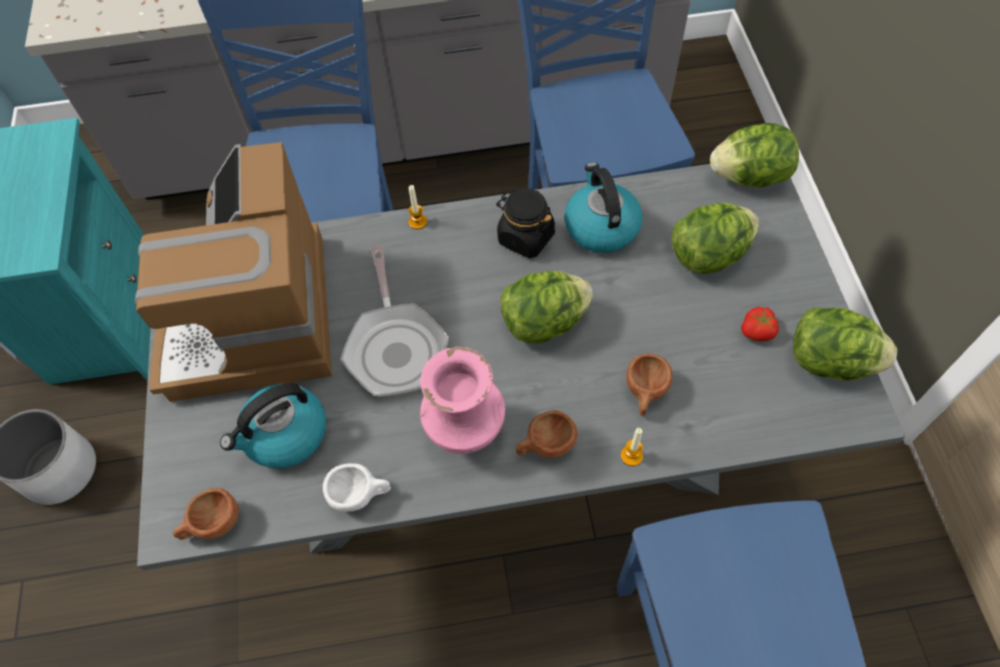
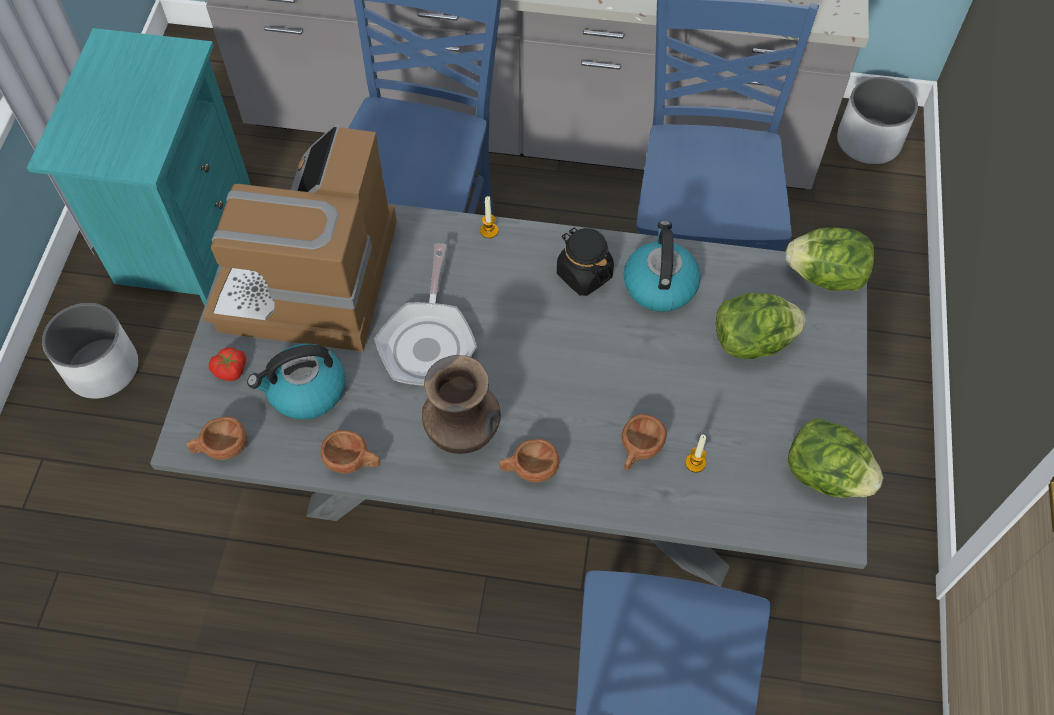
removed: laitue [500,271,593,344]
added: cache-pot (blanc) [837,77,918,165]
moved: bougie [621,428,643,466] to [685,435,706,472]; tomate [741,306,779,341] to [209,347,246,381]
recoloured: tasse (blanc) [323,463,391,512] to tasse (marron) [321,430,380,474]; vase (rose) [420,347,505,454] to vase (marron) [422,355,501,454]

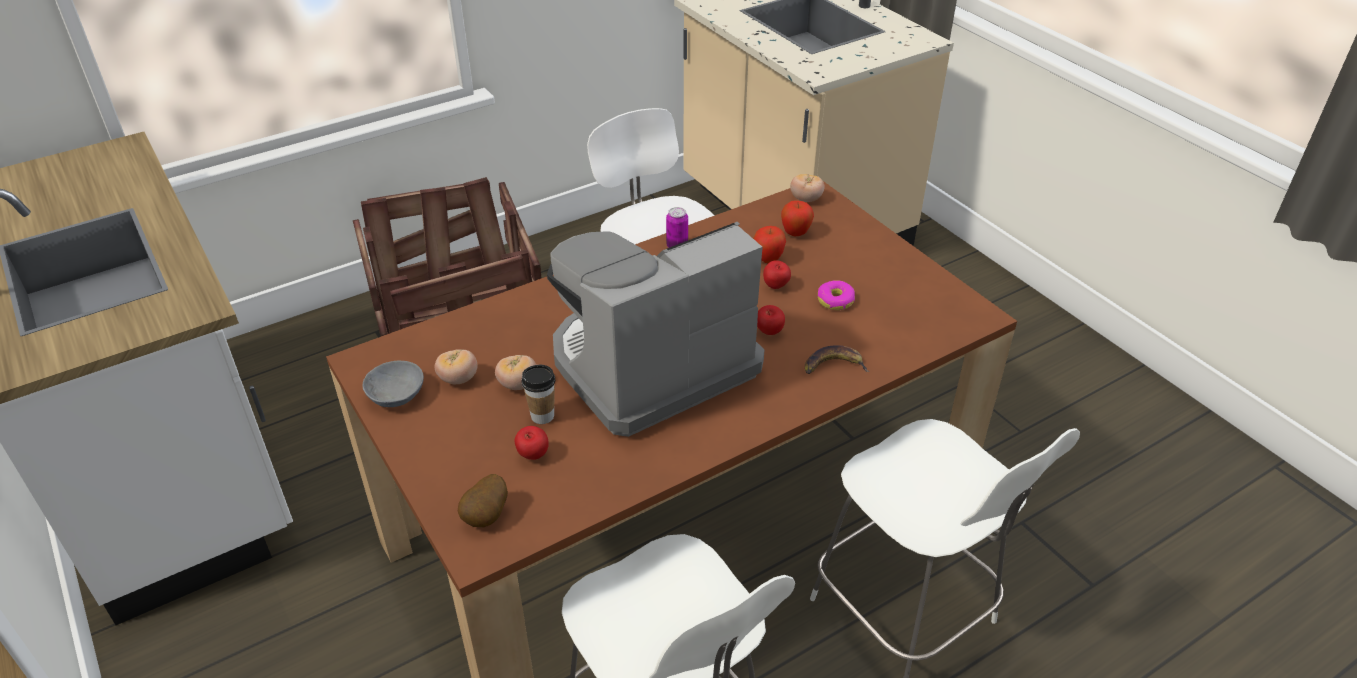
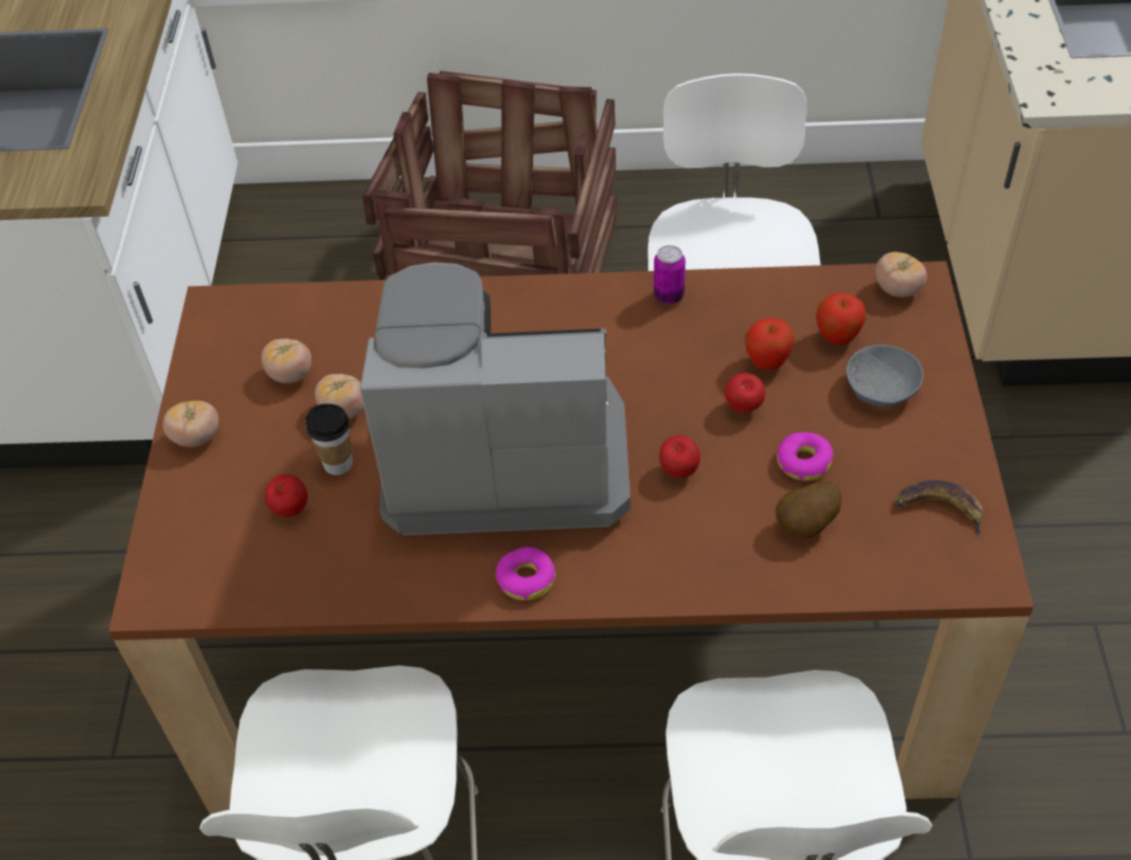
added: tomate [163,401,219,447]; beignet [496,547,555,600]
moved: bol (gris) [363,361,424,407] to [846,345,924,407]; pomme de terre [458,474,508,527] to [776,481,842,539]; banane [805,346,870,374] to [894,480,983,539]

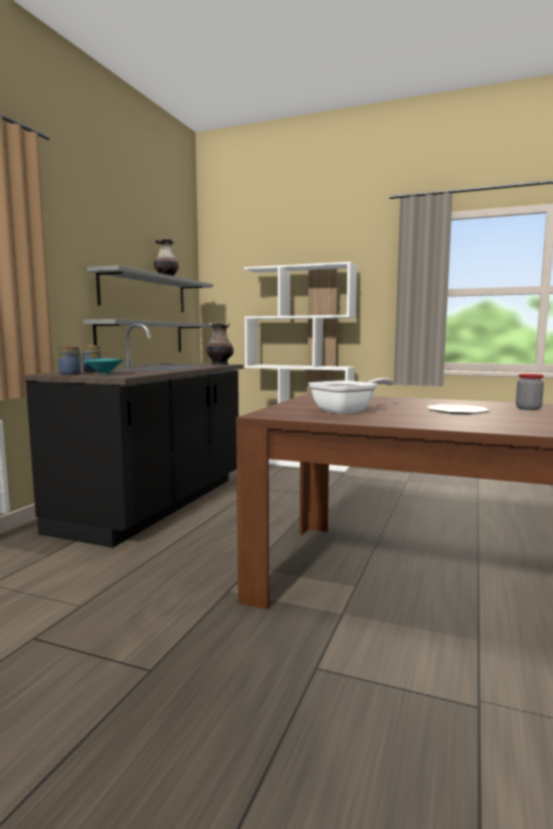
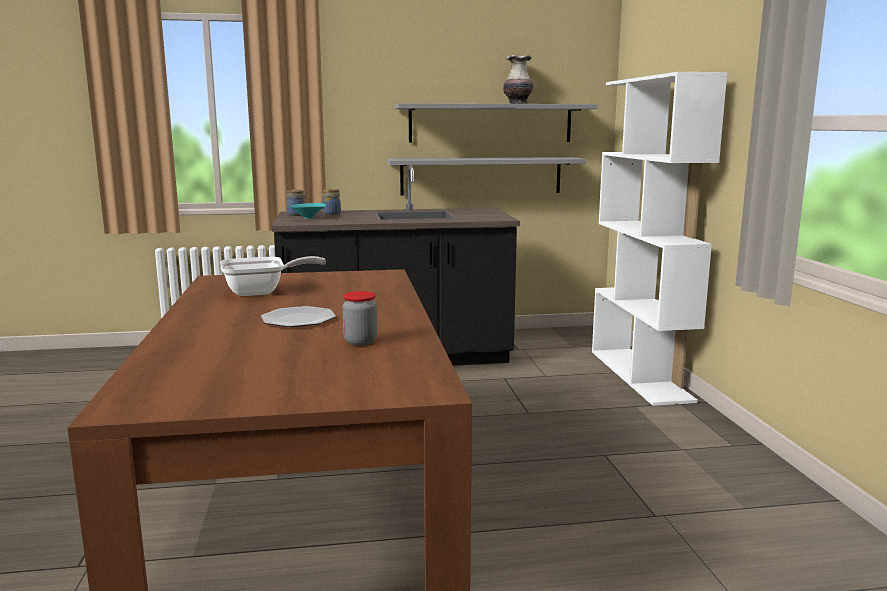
removed: vase [206,322,234,365]
turned: poêle [308,378,394,414] = [220,256,326,296] 45 degrees counterclockwise

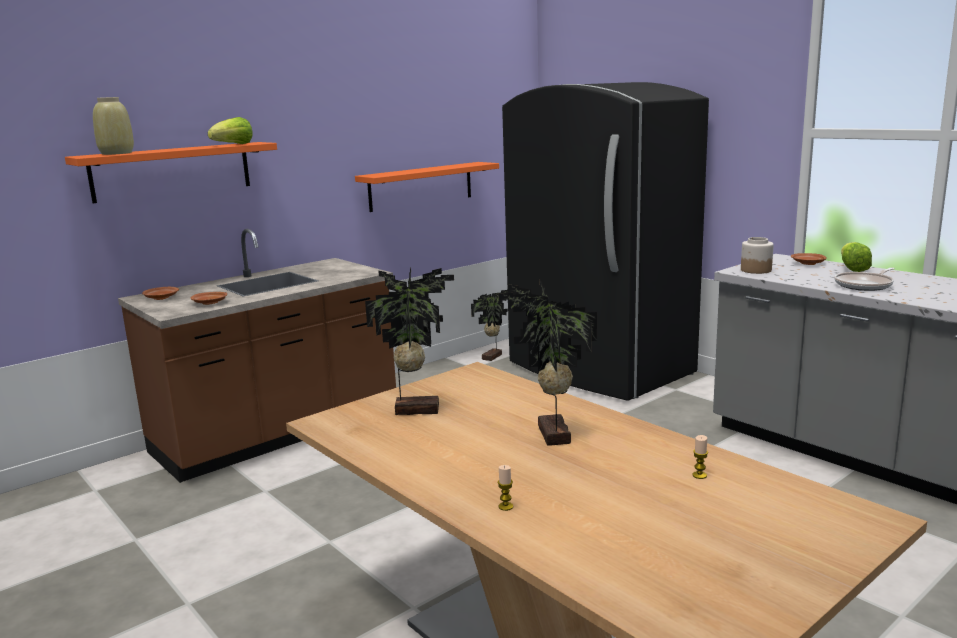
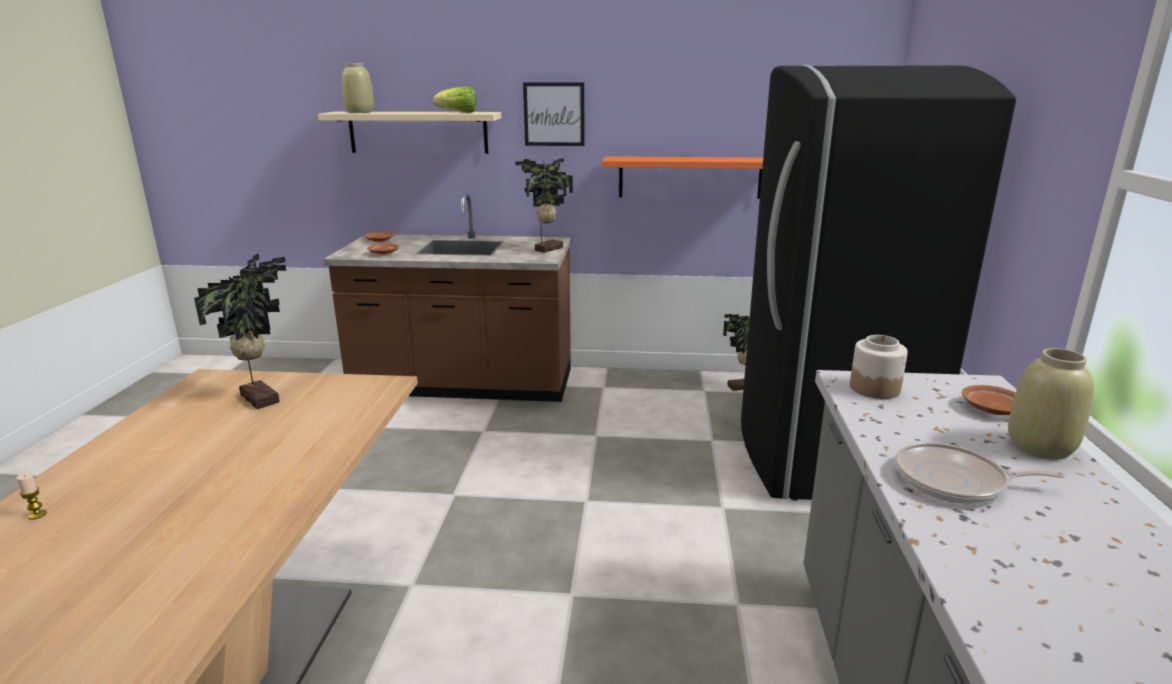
removed: bougie [692,435,708,479]
added: tableau [523,82,584,146]
moved: plante en pot [498,280,597,446] to [515,158,573,253]
replaced: laitue [841,242,872,272] to vase (beige) [1008,348,1094,460]
recoloured: étagère (orange) [65,142,277,203] to étagère (beige) [318,112,501,154]

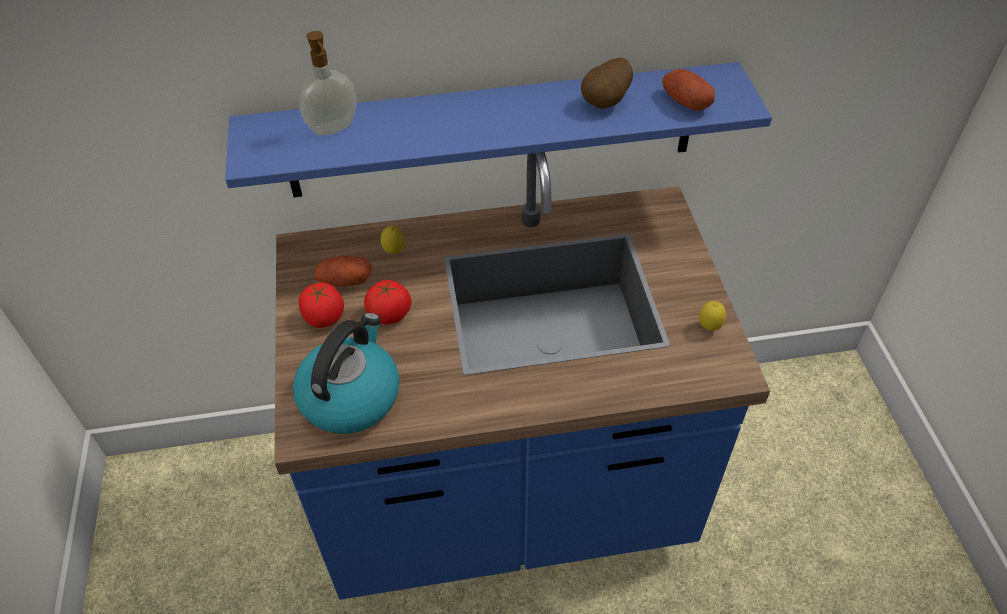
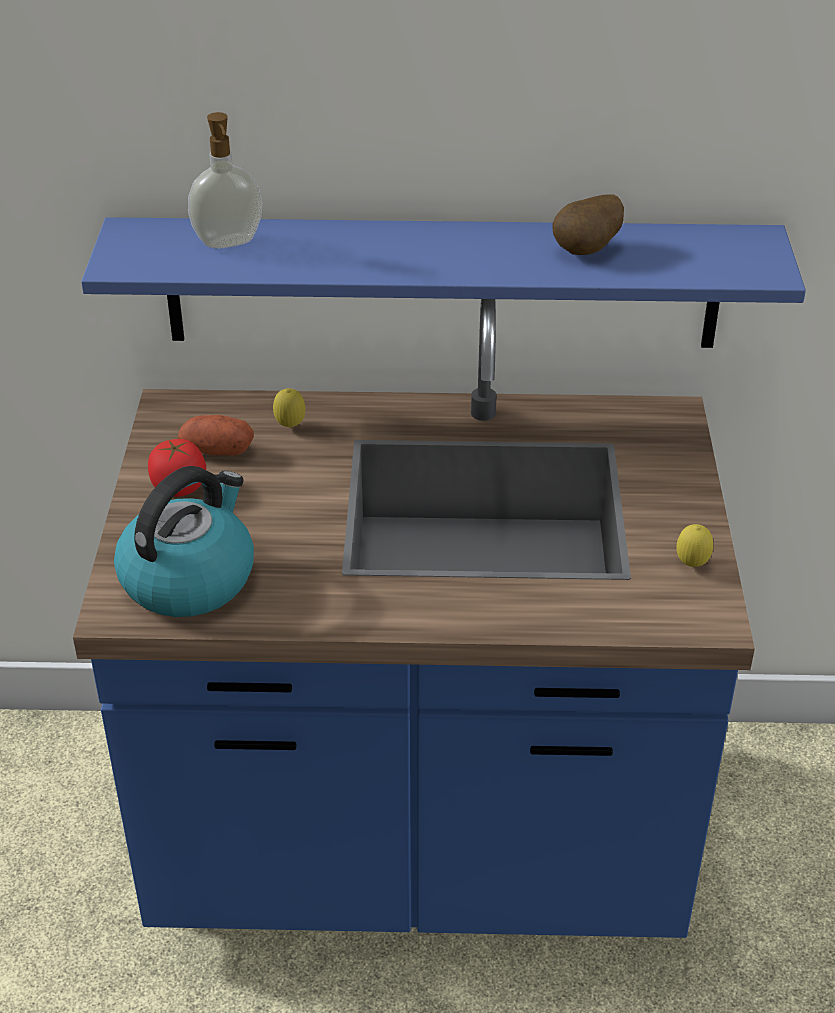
removed: tomate [364,280,412,324]; pomme de terre [662,69,715,111]

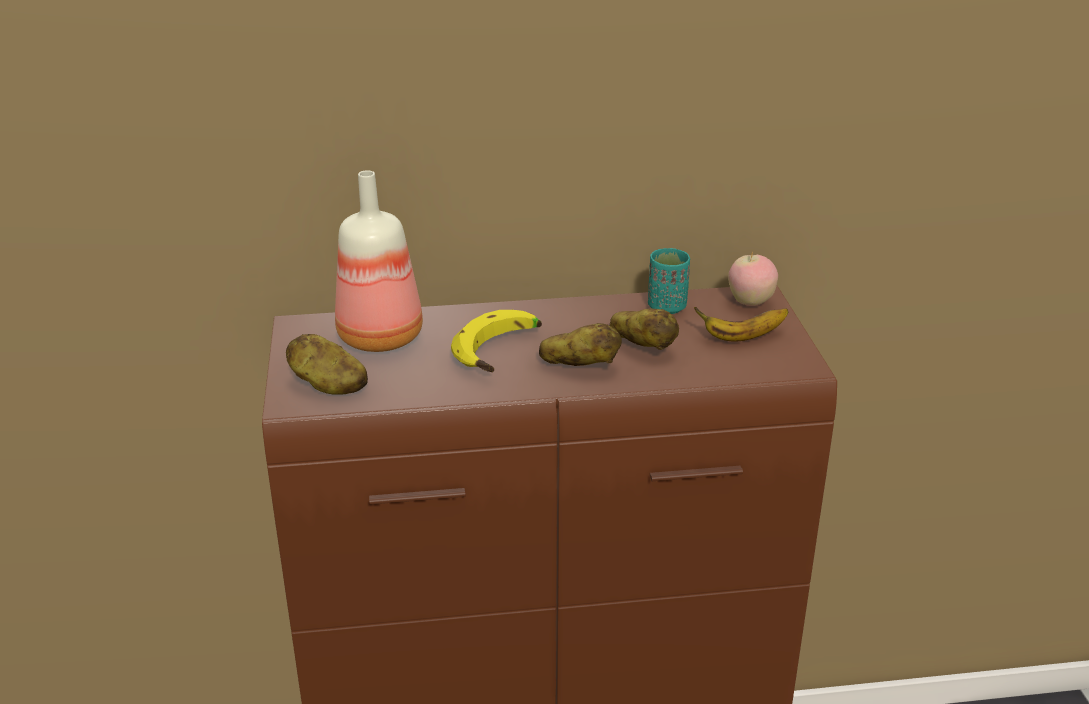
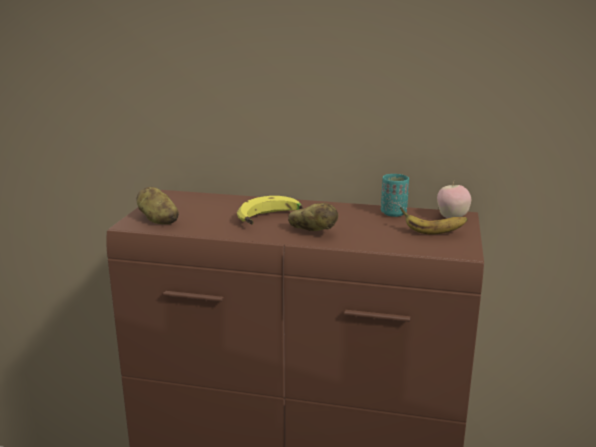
removed: bouteille [335,170,423,352]; pomme de terre [610,308,679,350]

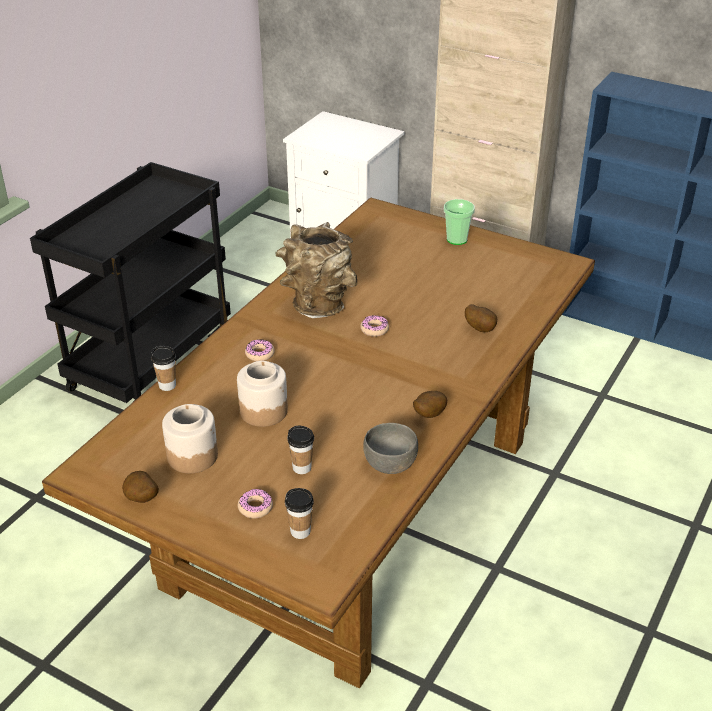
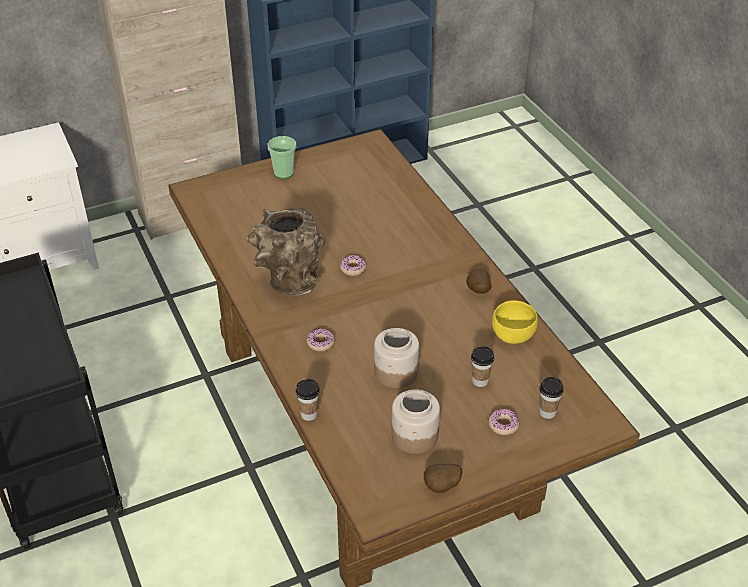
removed: pomme de terre [465,304,497,332]
recoloured: bol (gris) [363,423,418,474] to bol (jaune) [492,300,538,344]

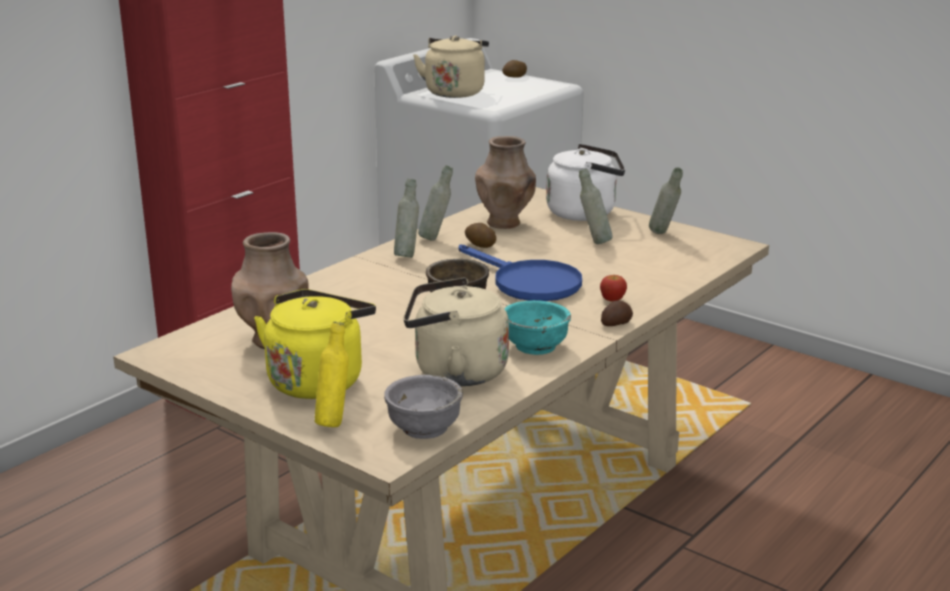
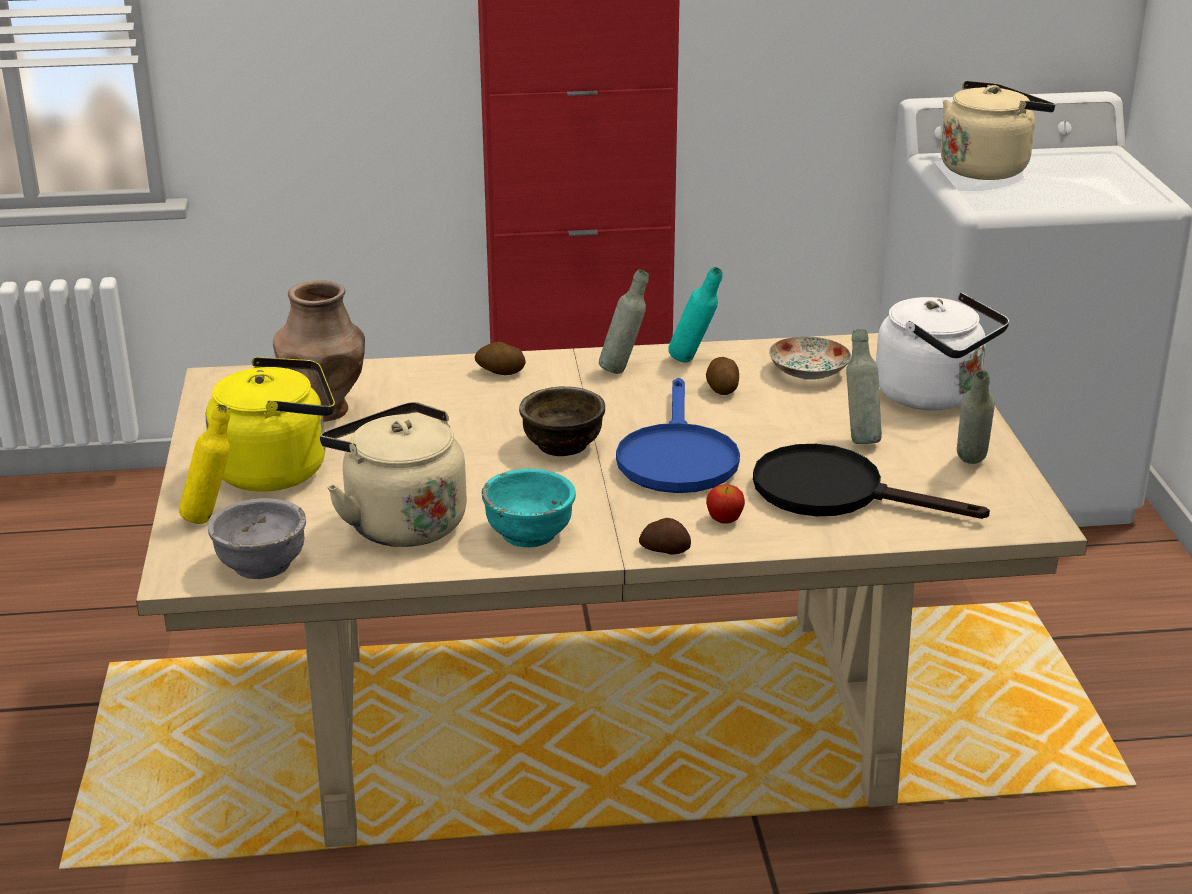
added: poêle (noir) [753,444,990,519]
moved: pomme de terre [502,60,527,78] to [475,342,526,375]
replaced: vase (marron) [475,136,536,229] to assiette [769,336,851,380]
recoloured: bouteille (gris) [418,165,453,241] to bouteille (turquoise) [668,267,723,363]

